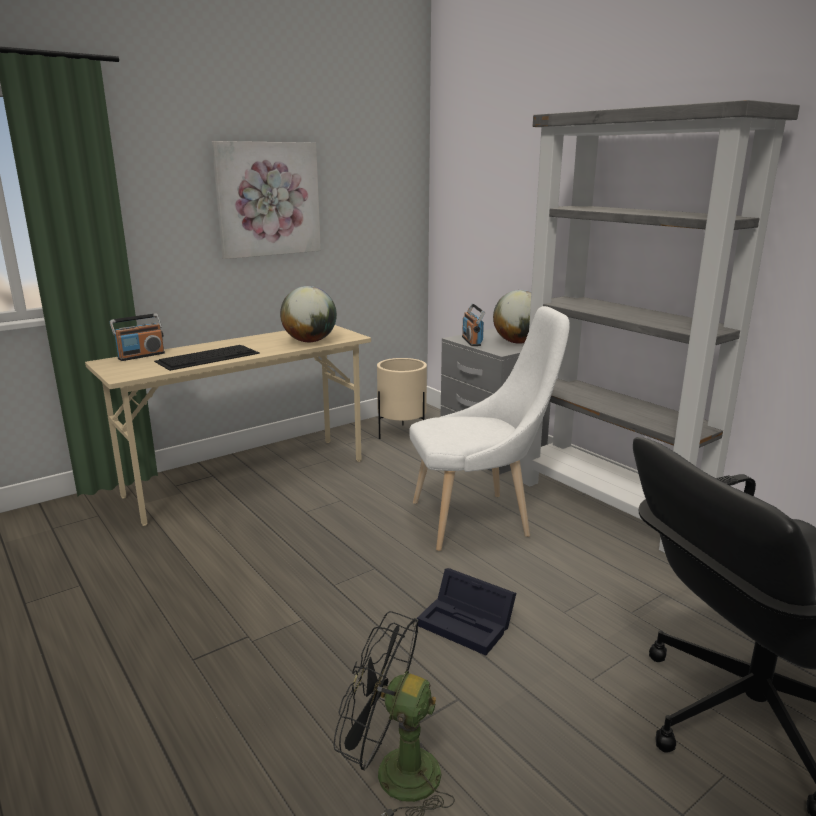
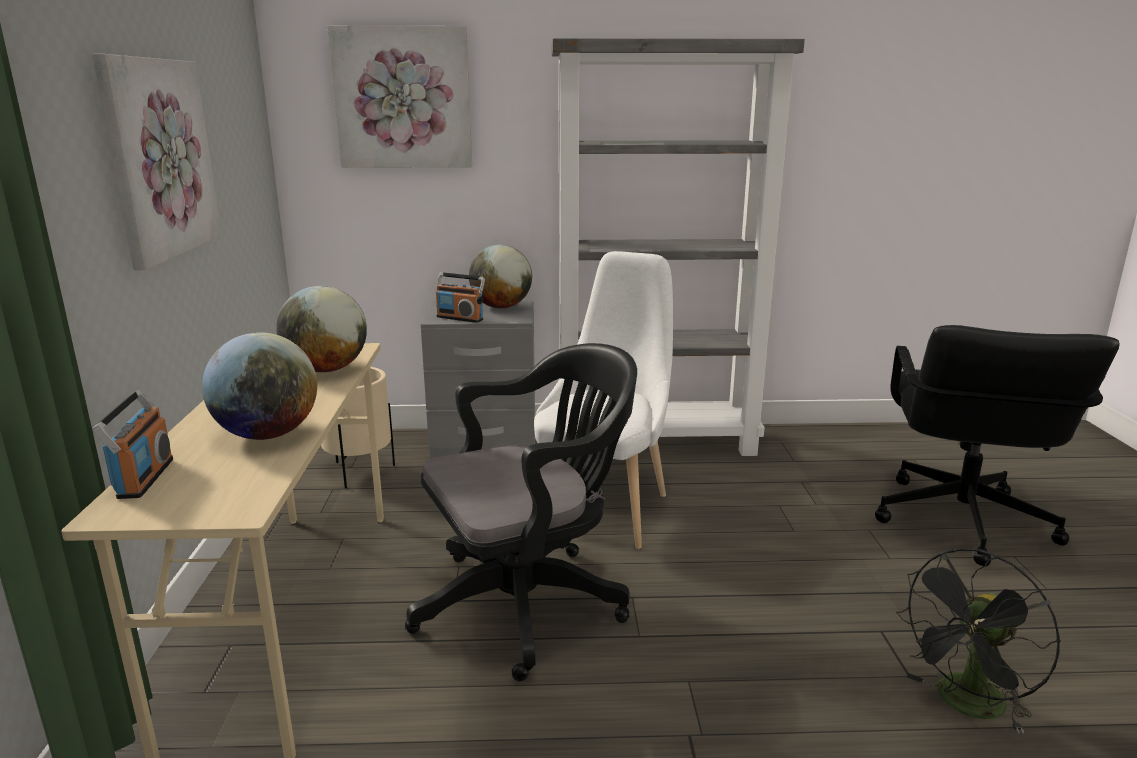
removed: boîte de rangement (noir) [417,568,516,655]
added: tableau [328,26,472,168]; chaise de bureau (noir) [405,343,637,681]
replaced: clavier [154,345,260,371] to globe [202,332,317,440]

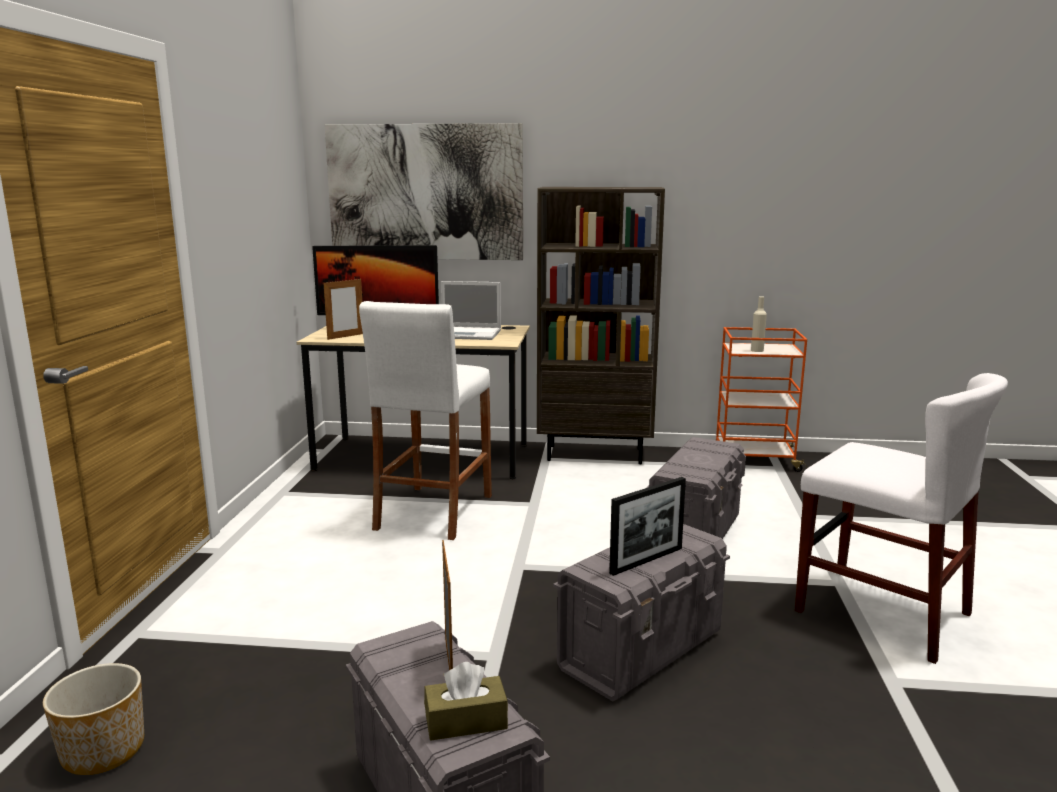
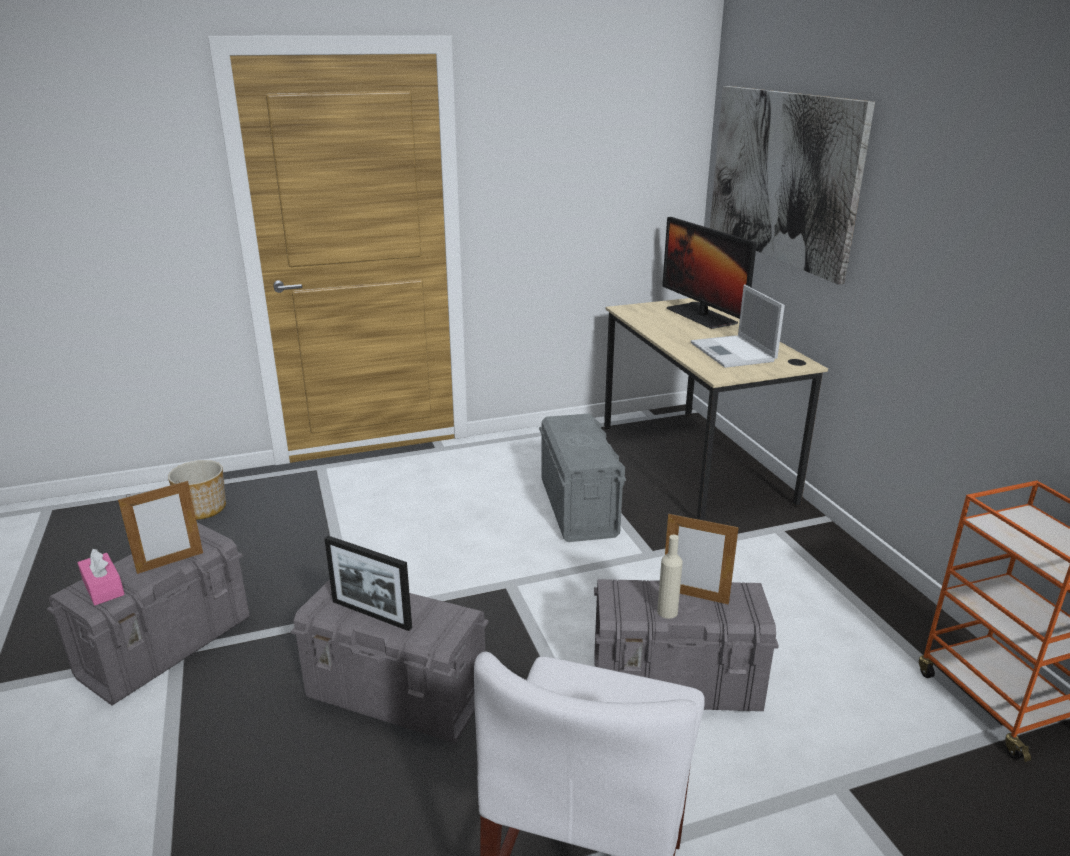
removed: bibliothèque (marron) [537,187,665,464]
moved: cadre photo [323,277,363,340] to [665,514,739,605]; bouteille (beige) [751,296,767,352] to [657,535,683,619]
replaced: tabouret (blanc) [359,301,492,540] to boîte de rangement (gris) [539,414,626,542]
recoloured: boîte à mouchoirs (marron) [424,662,508,740] to boîte à mouchoirs (rose) [78,549,125,605]

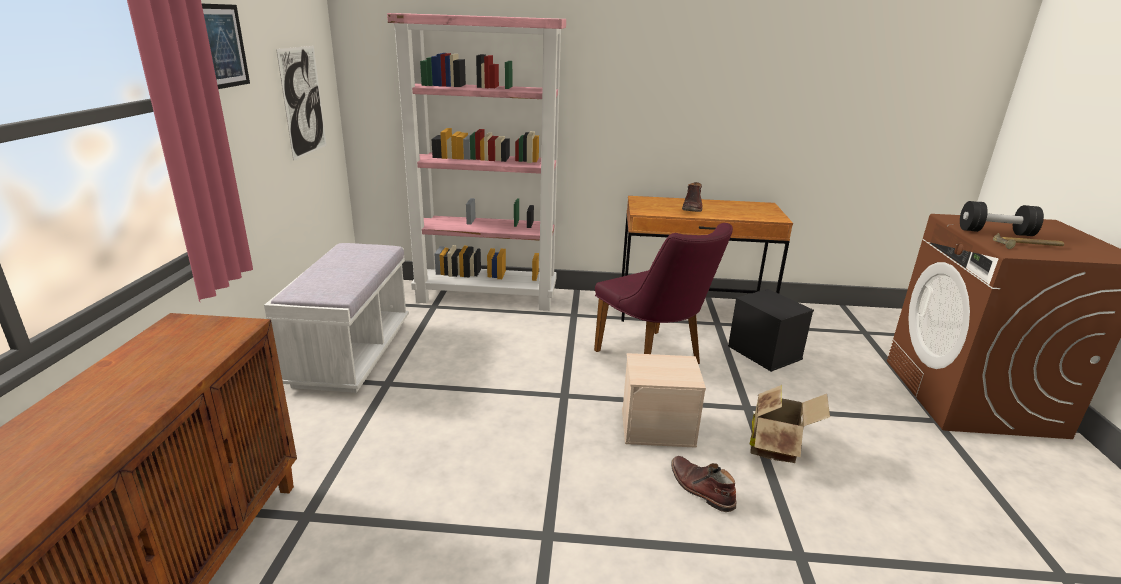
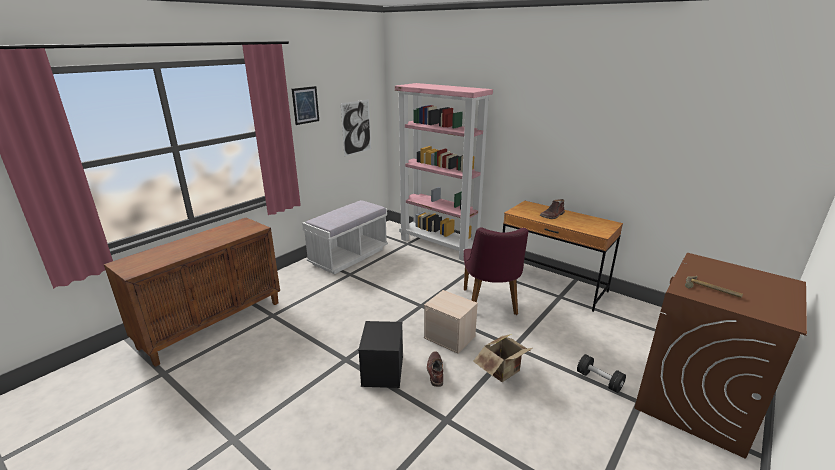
moved: boîte de rangement (noir) [728,289,814,372] to [358,321,403,388]; haltère (noir) [960,201,1044,236] to [577,354,626,393]

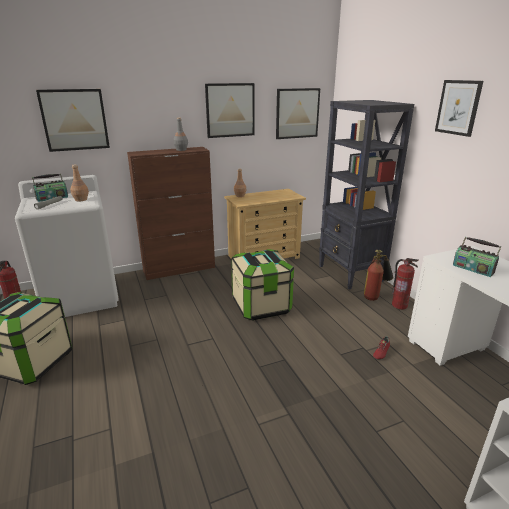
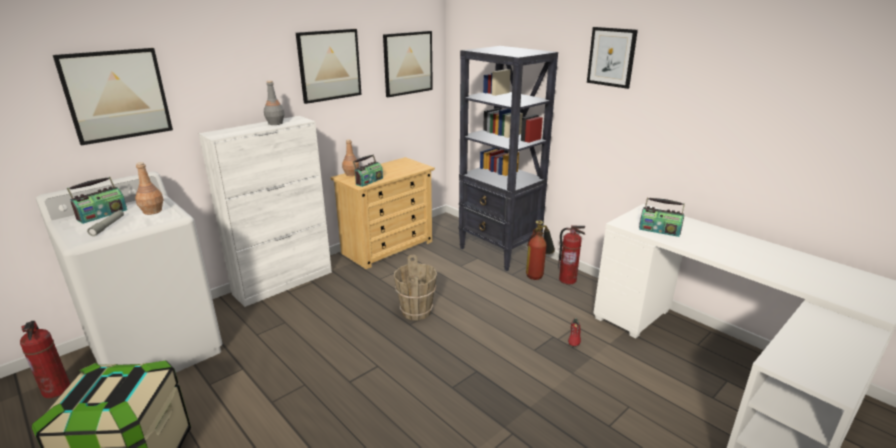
added: radio [353,155,383,187]
replaced: boîte de rangement [231,249,294,321] to seau (marron) [394,255,437,320]
recoloured: meuble de rangement (marron) [127,147,215,280] to meuble de rangement (blanc) [198,116,332,307]

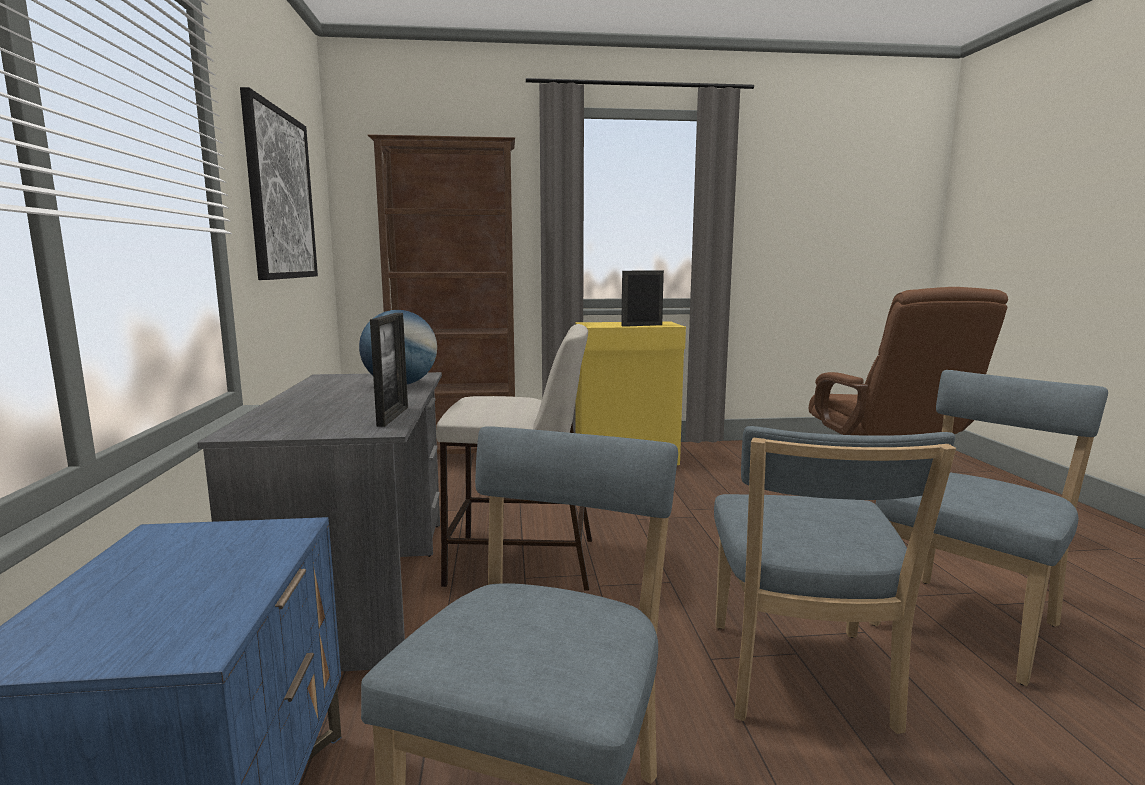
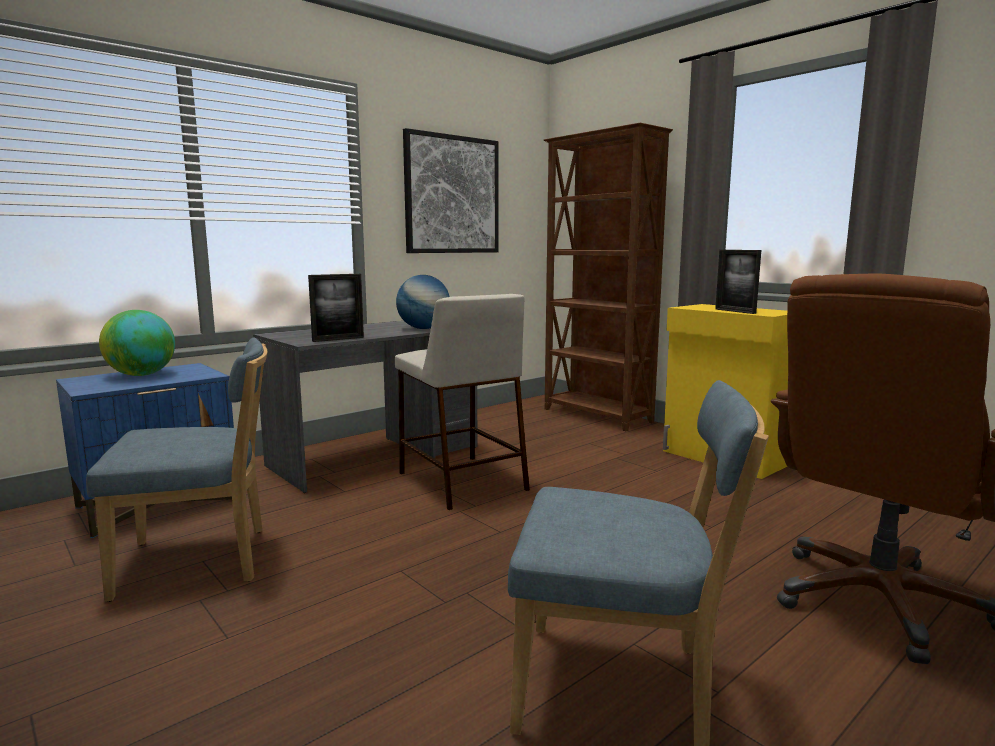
removed: chaise (bleu) [714,426,956,734]
added: globe [99,310,175,376]
turned: cadre photo [621,270,664,327] = [715,250,761,314] 150 degrees counterclockwise

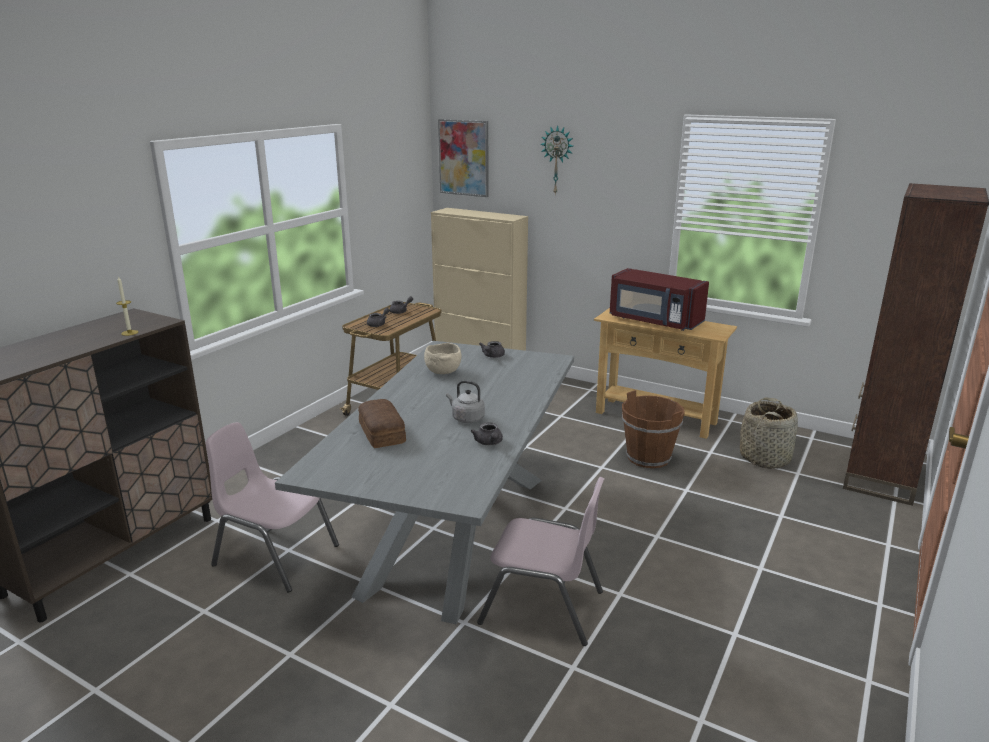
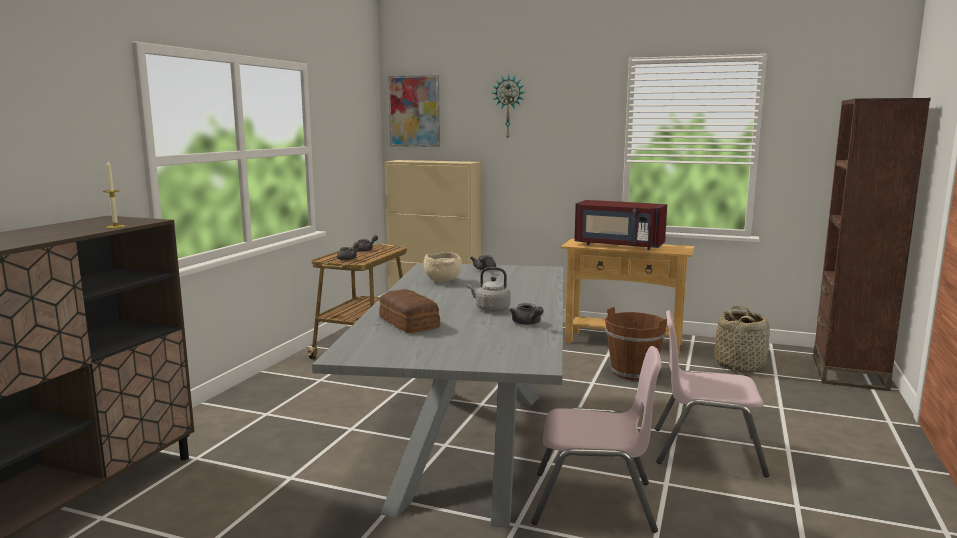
moved: chaise (rose) [205,422,339,593] to [655,310,769,477]

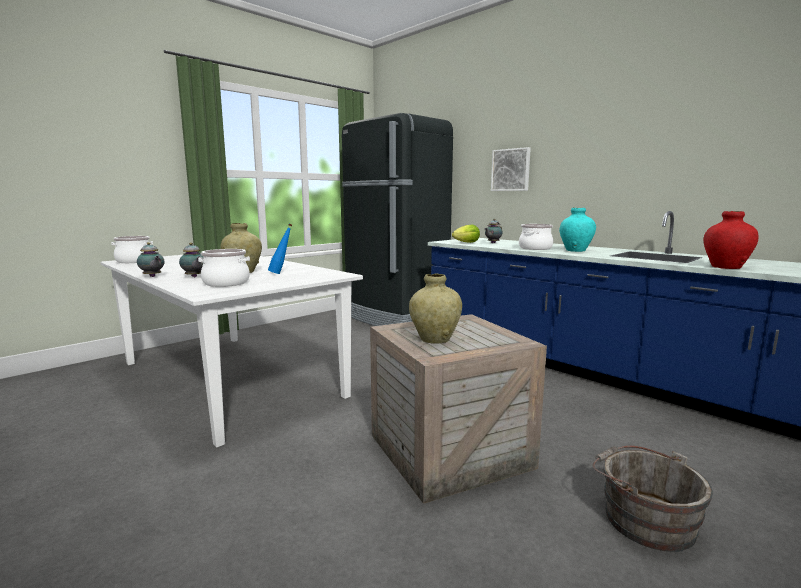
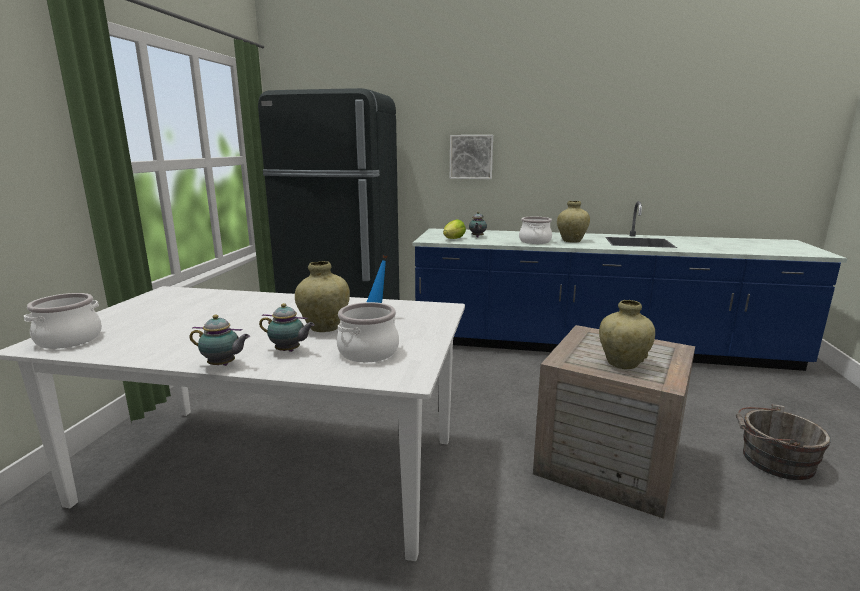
removed: vase (rouge) [704,211,759,269]
recoloured: vase (turquoise) [559,208,596,252] to vase (beige) [557,201,590,242]

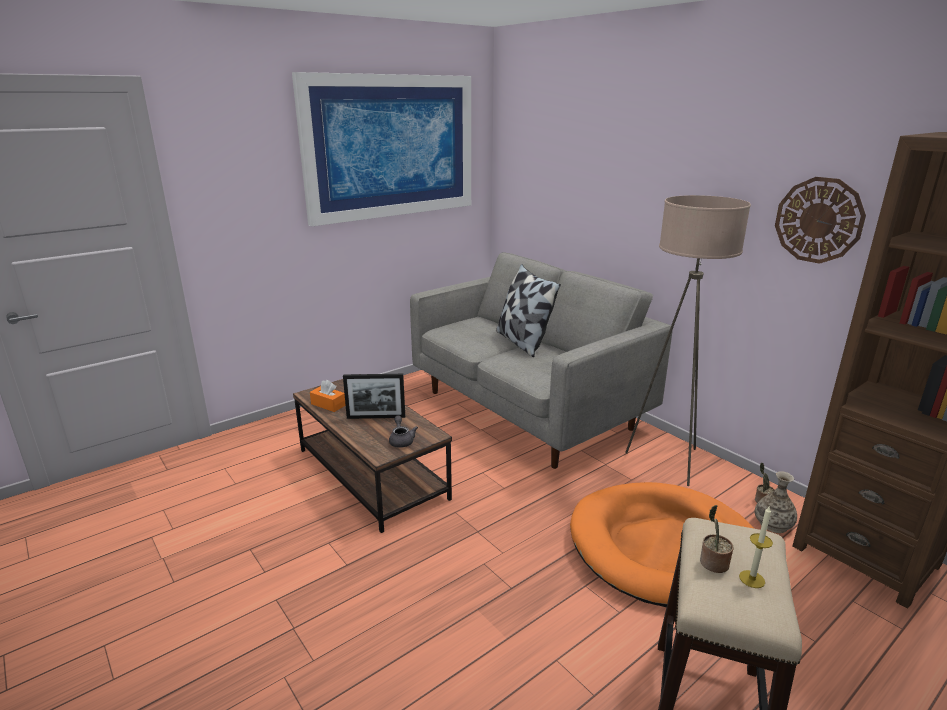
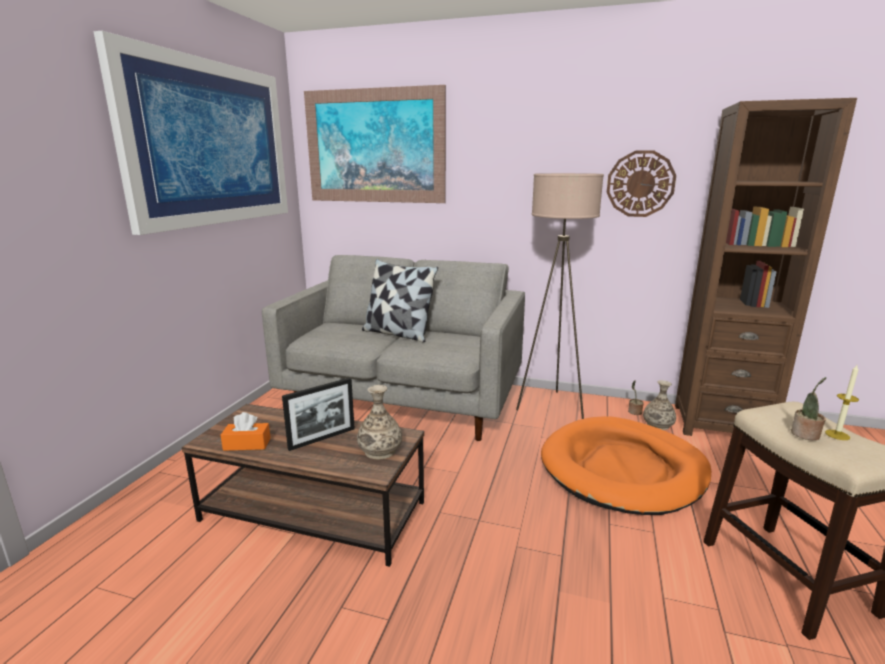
added: tableau [304,85,446,203]
replaced: théière (gris) [389,415,418,448] to vase [357,385,402,460]

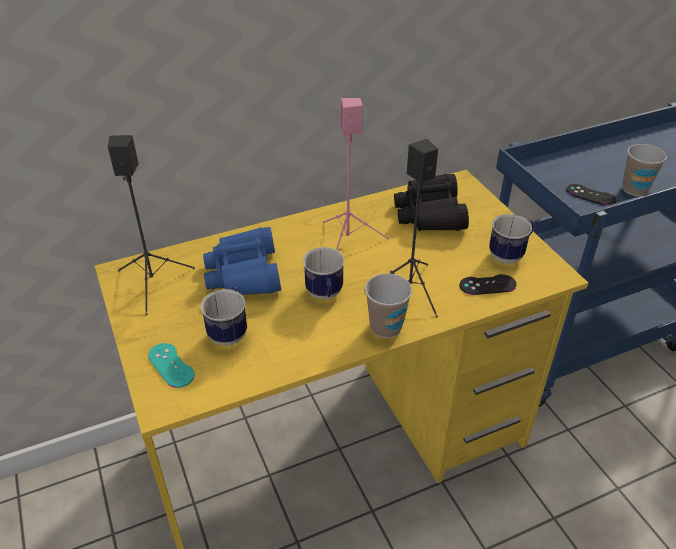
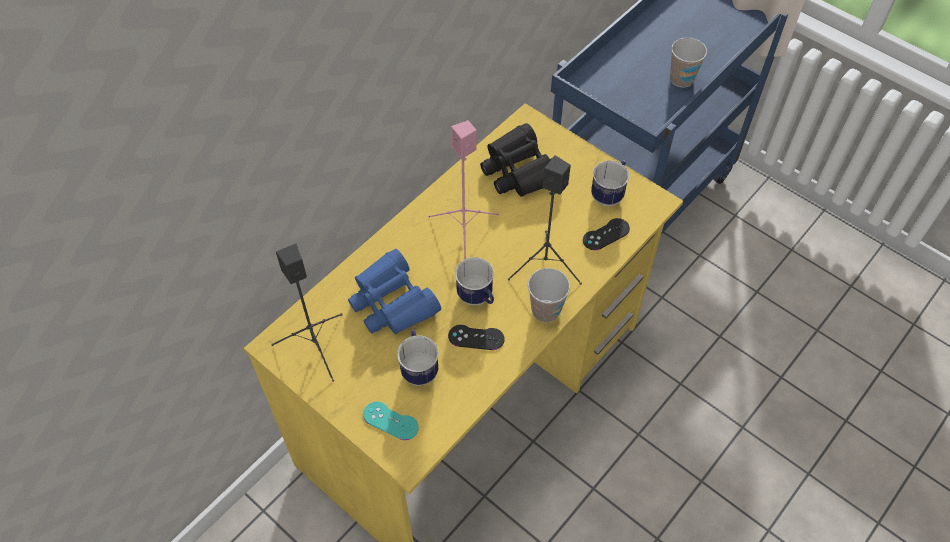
moved: manette (noir) [566,184,616,206] to [448,325,505,350]

